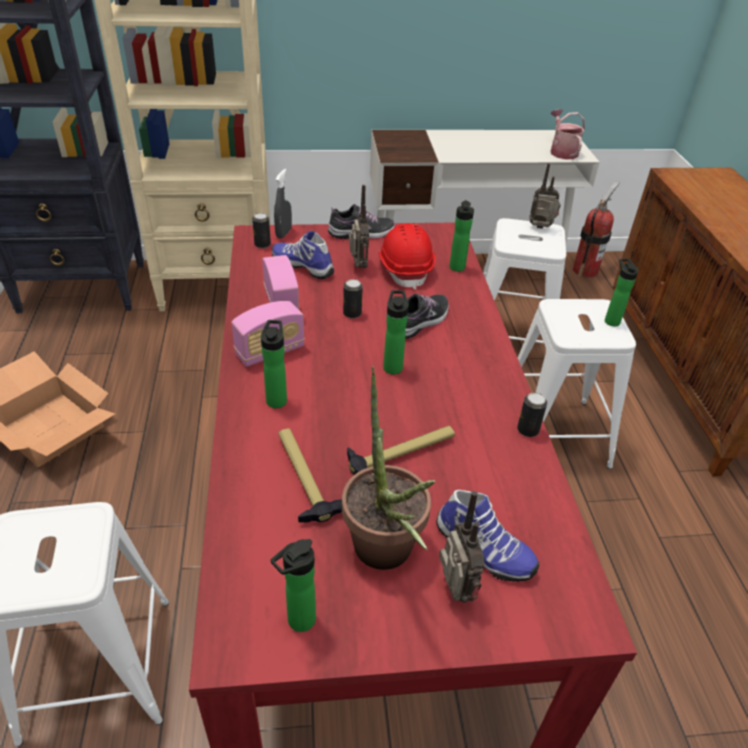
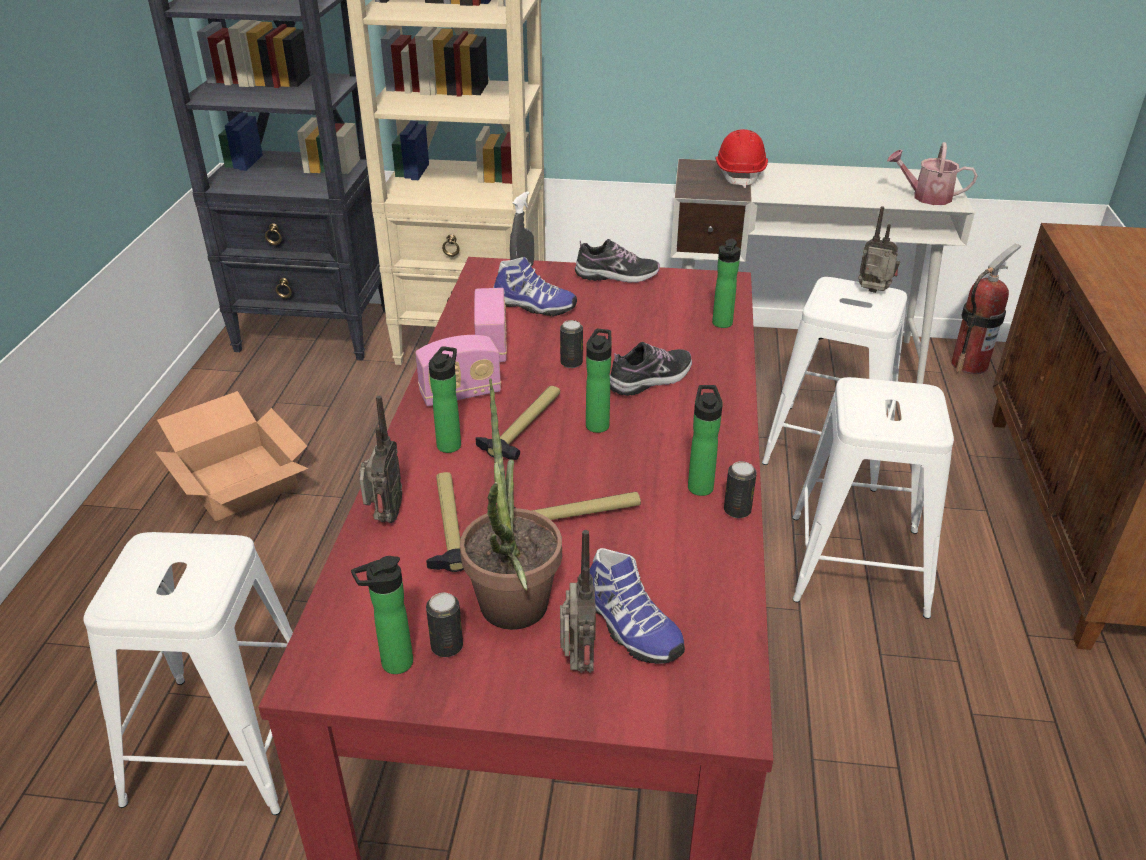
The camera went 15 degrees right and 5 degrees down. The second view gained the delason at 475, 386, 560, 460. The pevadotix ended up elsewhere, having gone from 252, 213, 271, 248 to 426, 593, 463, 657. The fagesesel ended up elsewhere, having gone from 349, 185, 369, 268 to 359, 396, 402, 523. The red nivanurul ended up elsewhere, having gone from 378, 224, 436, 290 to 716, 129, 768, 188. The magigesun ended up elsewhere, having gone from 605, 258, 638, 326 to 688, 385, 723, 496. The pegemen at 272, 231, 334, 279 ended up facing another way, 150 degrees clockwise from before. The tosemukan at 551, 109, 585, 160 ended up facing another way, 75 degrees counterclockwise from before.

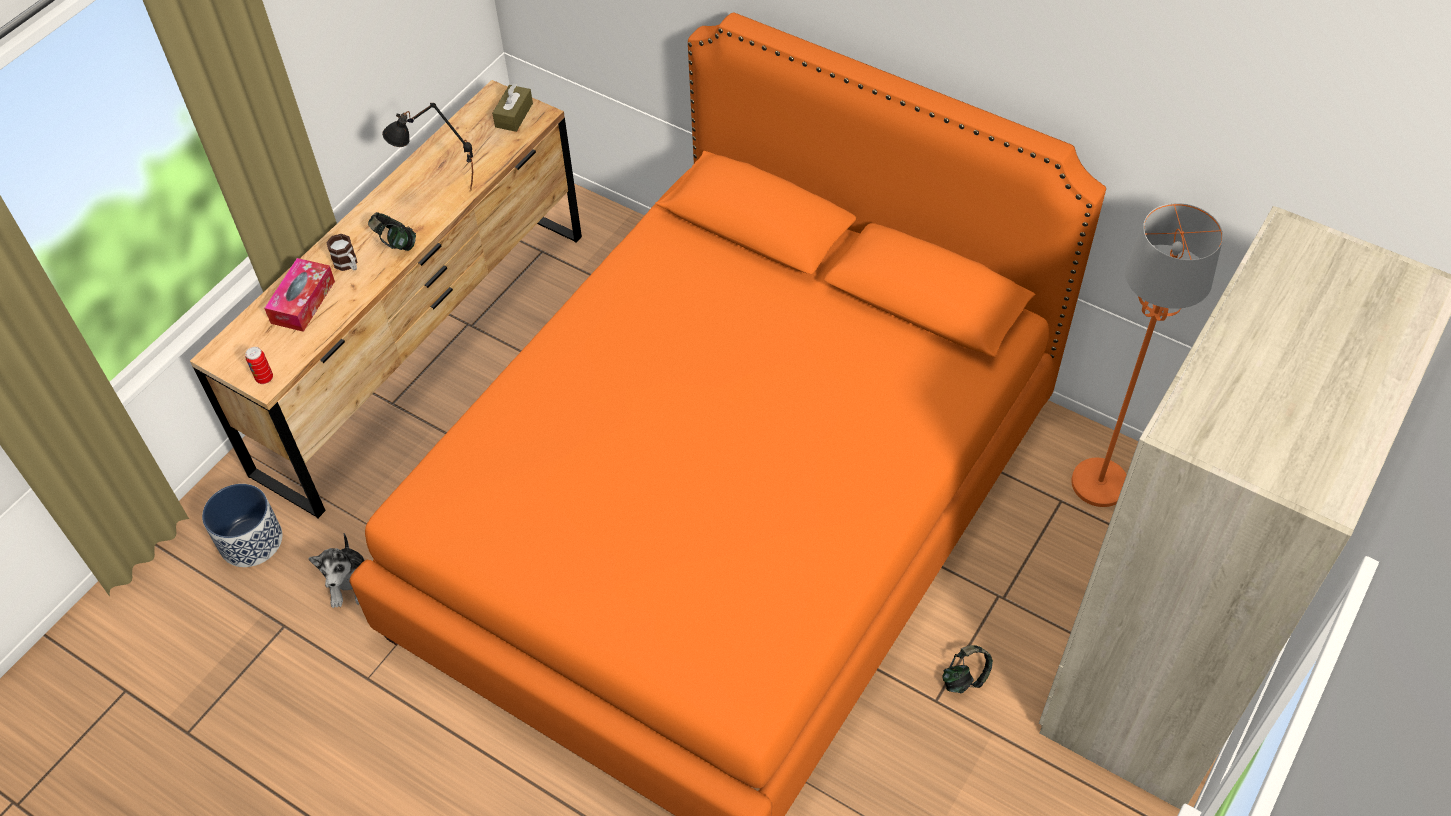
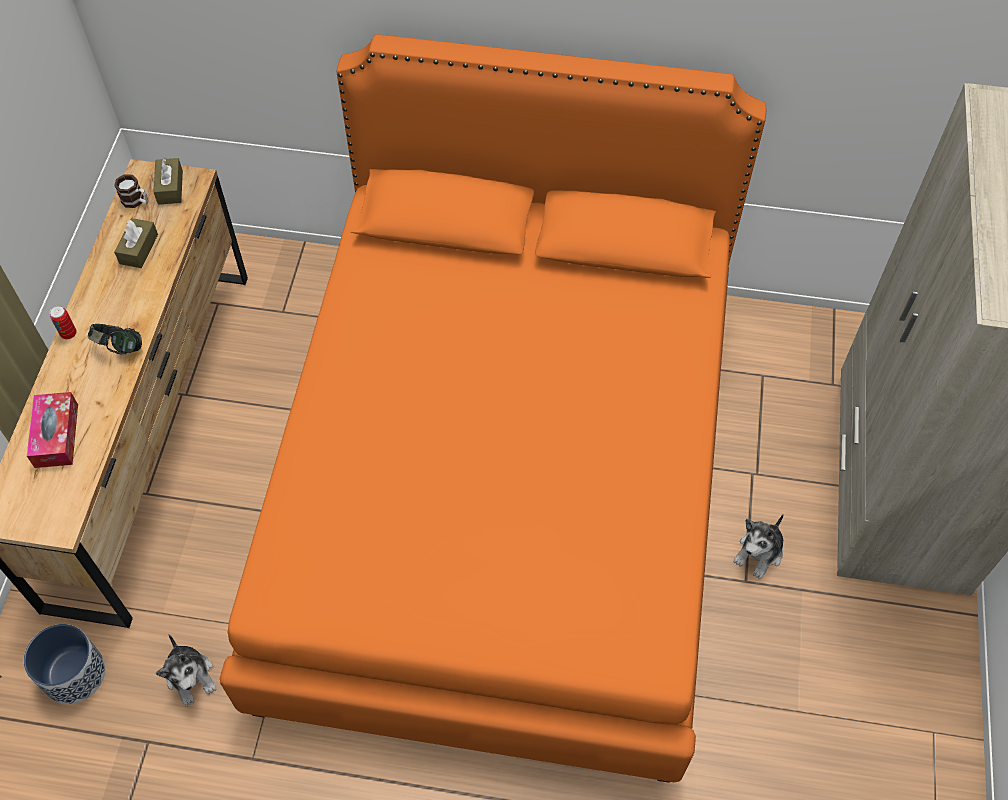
The camera went 25 degrees left and 5 degrees up. The second view lost the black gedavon at 382, 103, 473, 189. The second view lost the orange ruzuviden at 1071, 203, 1223, 507. The second view gained the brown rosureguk at 114, 218, 158, 268. The pevadotix ended up elsewhere, having gone from 246, 347, 273, 384 to 50, 306, 77, 339. The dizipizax ended up elsewhere, having gone from 326, 234, 357, 271 to 114, 174, 149, 208. Where the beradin stood at 942, 645, 993, 693, the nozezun came to stand at 733, 514, 784, 579.

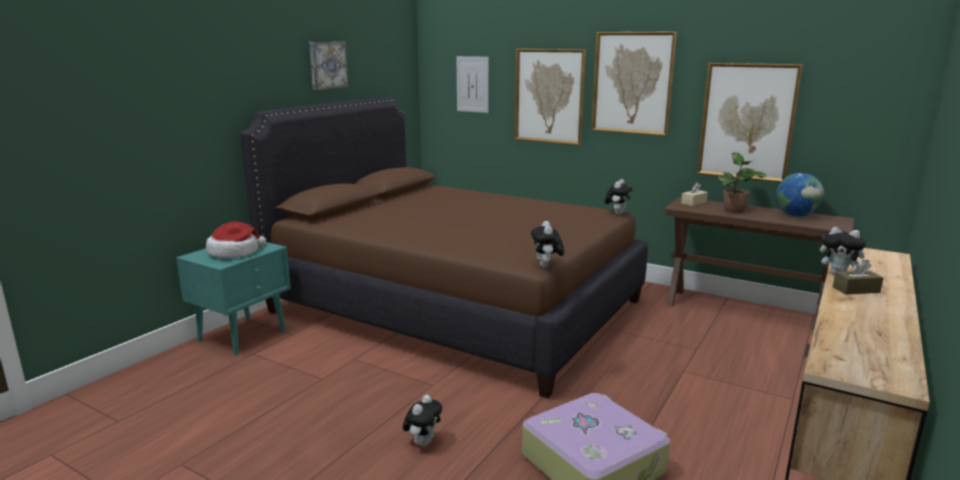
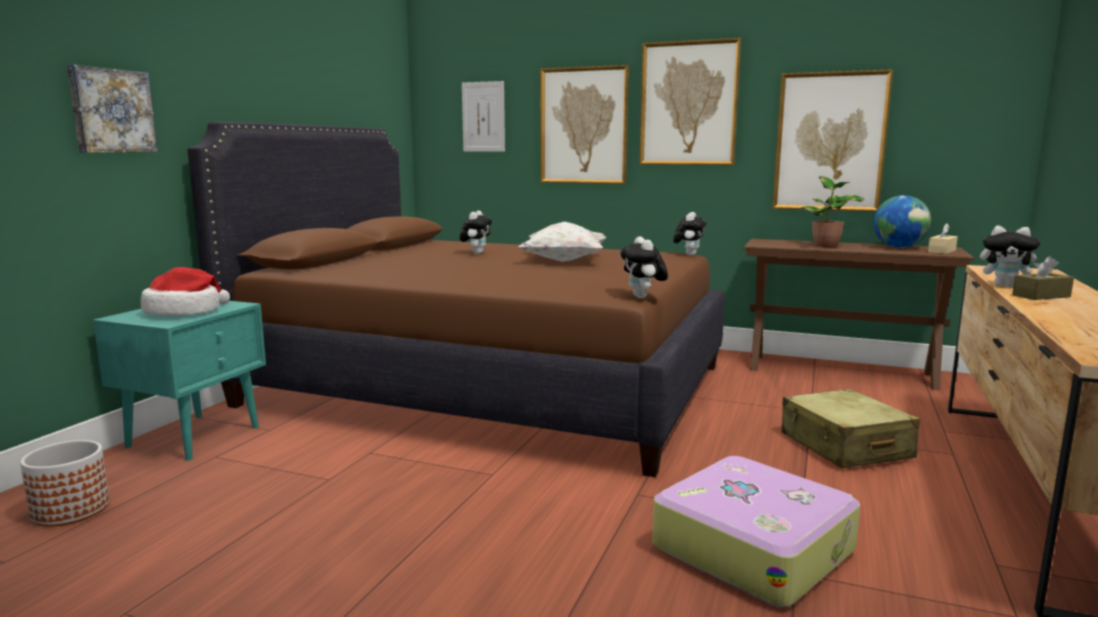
The camera went 10 degrees left and 5 degrees down. The second view gained the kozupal at 20, 440, 110, 527. The second view gained the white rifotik at 518, 222, 607, 262. The second view gained the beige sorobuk at 782, 389, 920, 468. The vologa ended up elsewhere, having gone from 309, 42, 348, 90 to 67, 65, 158, 153. The nozezun ended up elsewhere, having gone from 403, 395, 442, 447 to 460, 211, 492, 254. The beige rosureguk ended up elsewhere, having gone from 681, 183, 708, 206 to 928, 223, 958, 254.

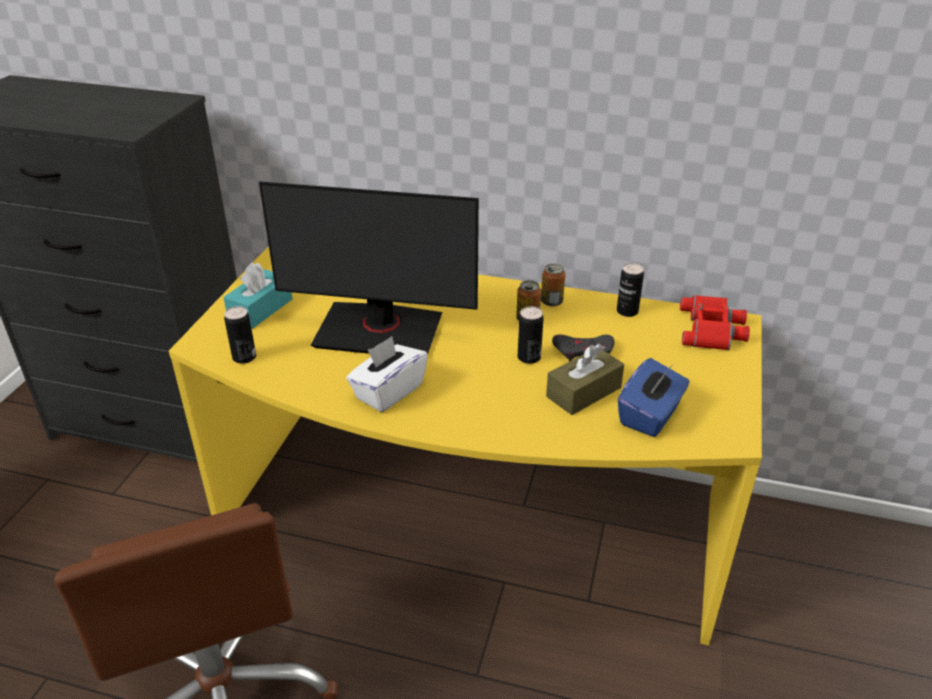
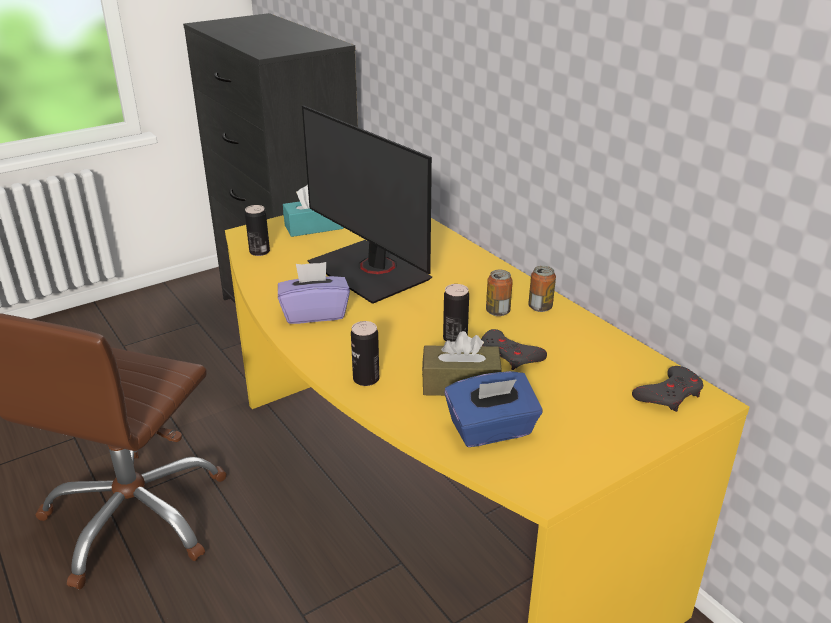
The camera went 40 degrees right and 5 degrees down. The pevadotix ended up elsewhere, having gone from 617, 263, 644, 317 to 351, 321, 379, 386. Where the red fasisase stood at 680, 295, 750, 350, the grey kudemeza came to stand at 632, 366, 703, 412. What was the white rosureguk at 346, 336, 428, 412 turned into the purple rosureguk at 278, 262, 350, 324.

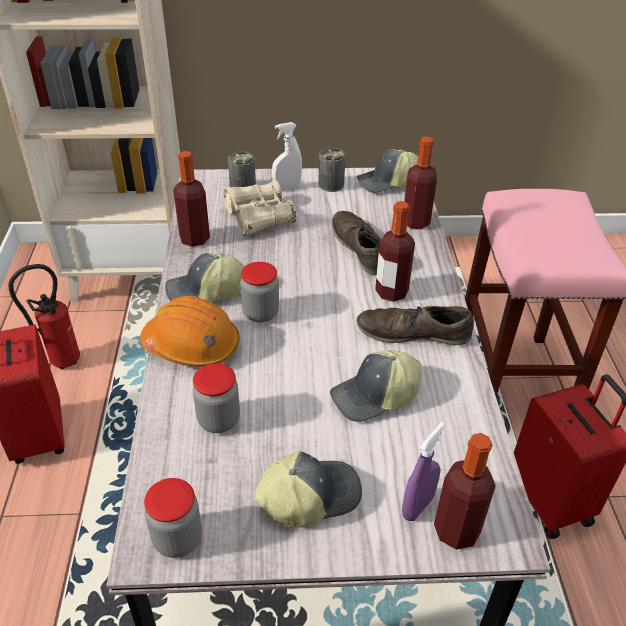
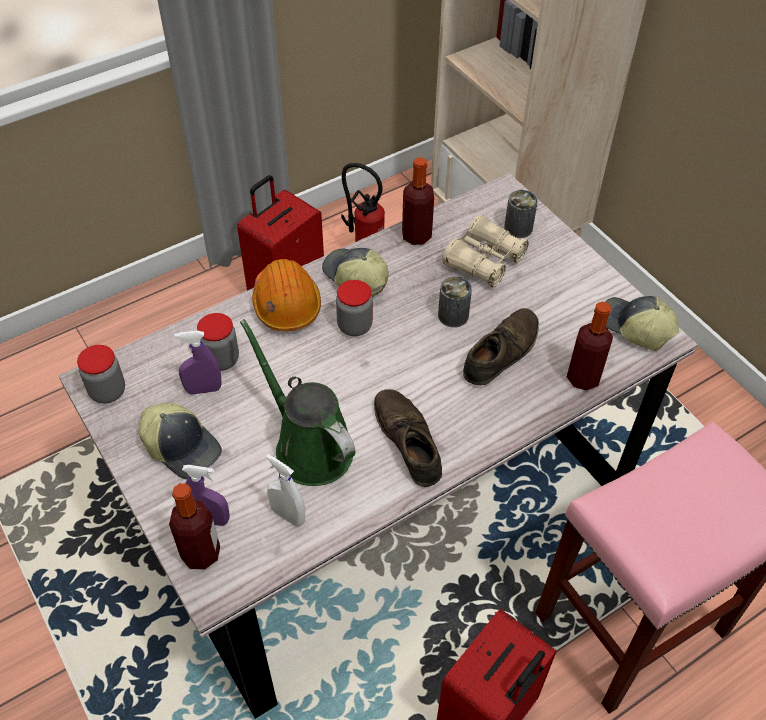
The camera went 60 degrees right and 10 degrees up. The second view lost the magigesun at 375, 201, 415, 302. The second view gained the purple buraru at 174, 331, 221, 395. The white buraru ended up elsewhere, having gone from 272, 122, 302, 191 to 266, 454, 305, 527. The pevadotix ended up elsewhere, having gone from 318, 148, 346, 192 to 438, 276, 472, 327. Where the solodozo stood at 330, 350, 422, 422, the green tosemukan came to stand at 240, 319, 355, 486.

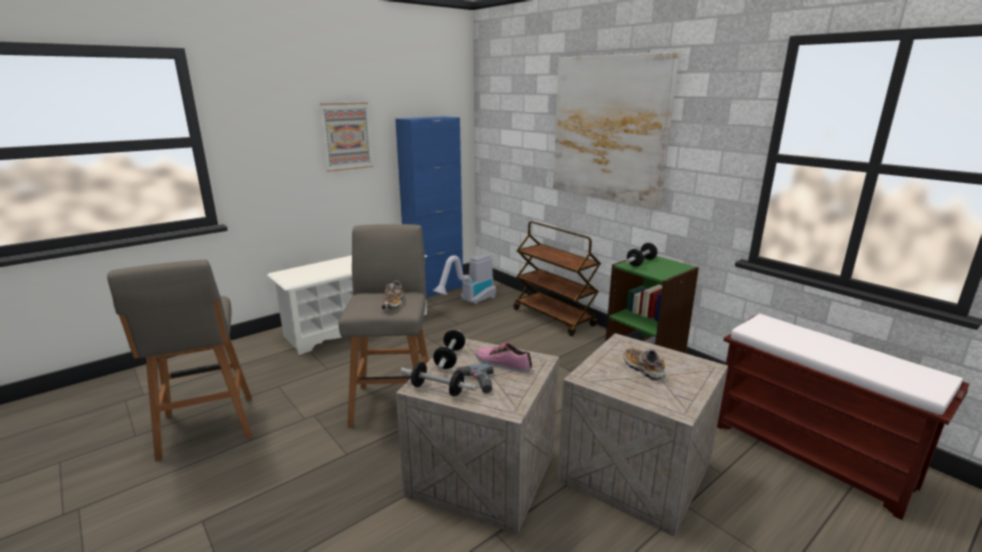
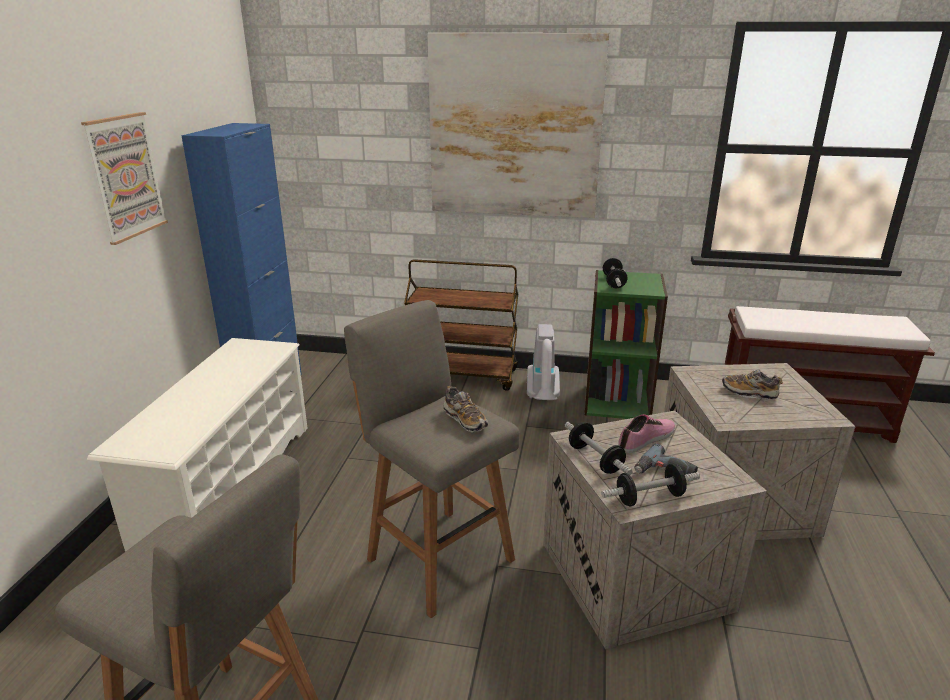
The camera went 40 degrees left and 5 degrees up. The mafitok ended up elsewhere, having gone from 433, 254, 496, 304 to 527, 324, 560, 400. The pegemen at 476, 343, 532, 372 ended up facing another way, 150 degrees clockwise from before.

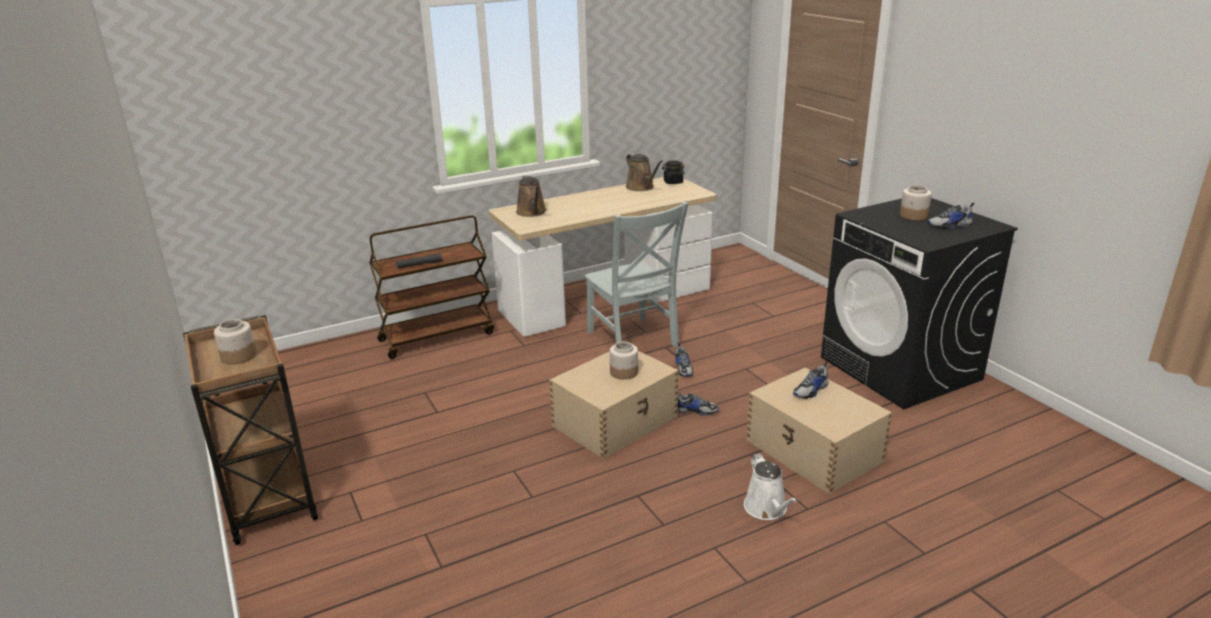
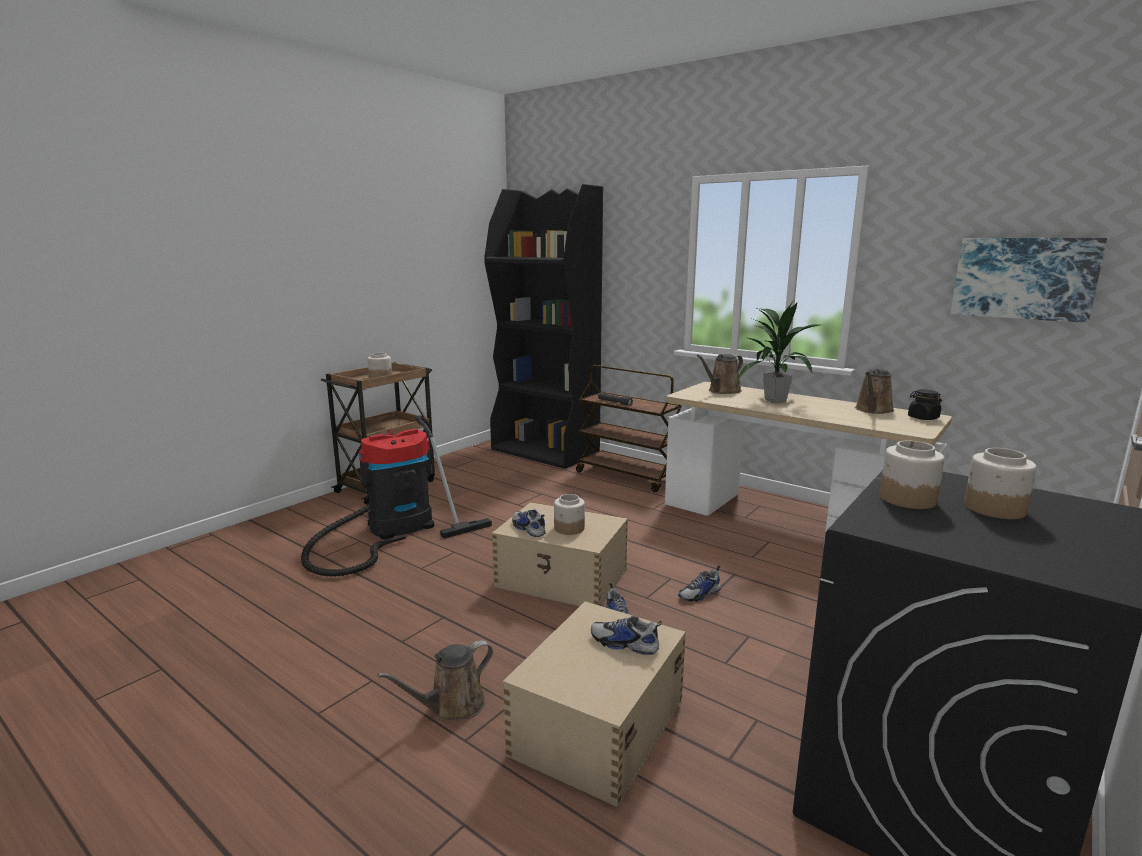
The camera went 65 degrees right and 10 degrees down. The second view lost the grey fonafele at 584, 202, 689, 347. The second view gained the mafitok at 301, 415, 492, 577. The second view gained the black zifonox at 484, 184, 603, 469. The second view gained the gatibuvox at 736, 303, 822, 403. The second view gained the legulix at 880, 441, 945, 509. The second view gained the vologa at 950, 238, 1107, 323. The pegemen ended up elsewhere, having gone from 928, 203, 975, 229 to 512, 509, 545, 537. What was the white tosemukan at 744, 453, 798, 520 turned into the brown tosemukan at 377, 640, 493, 721.

